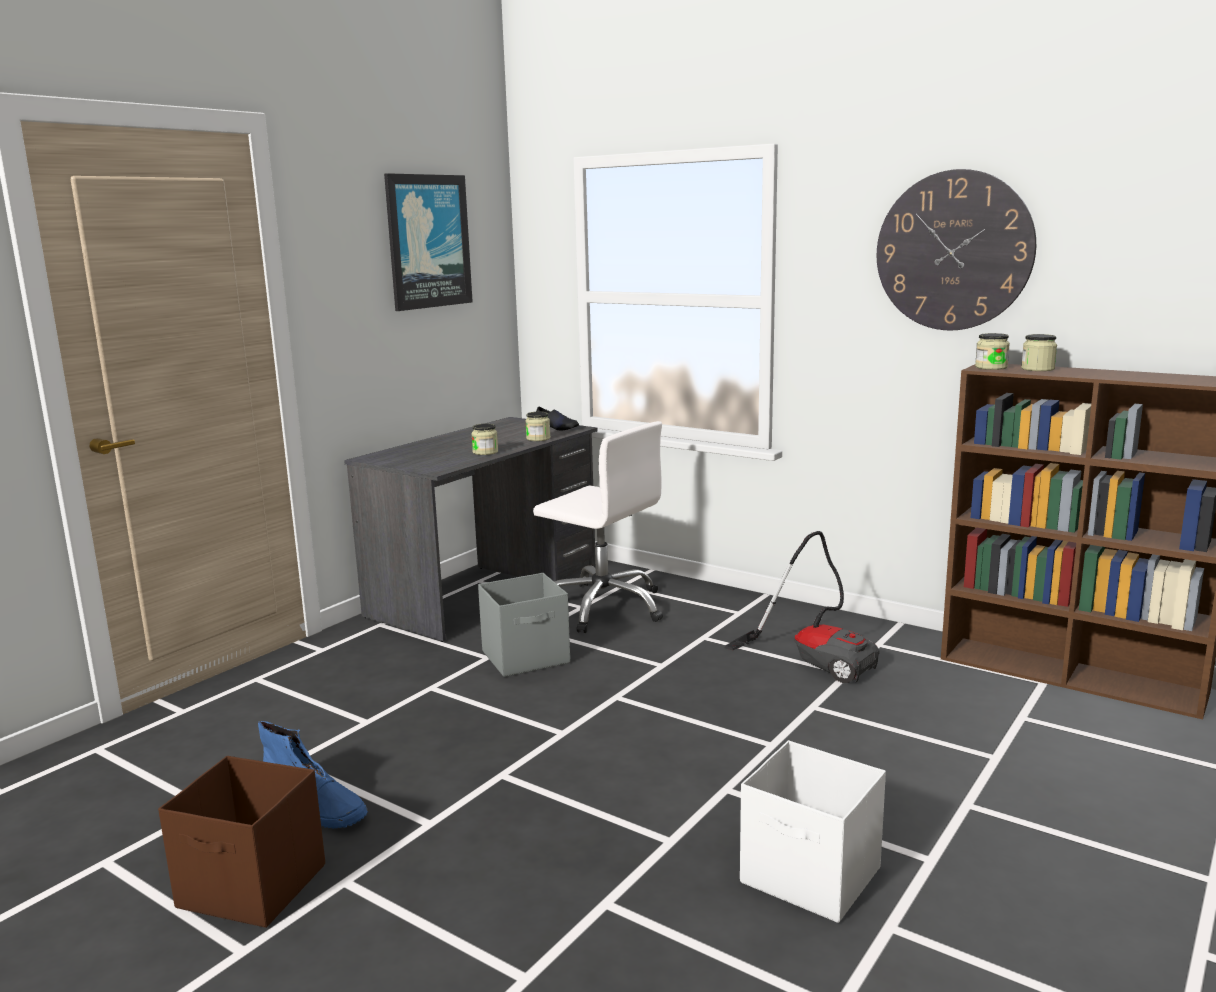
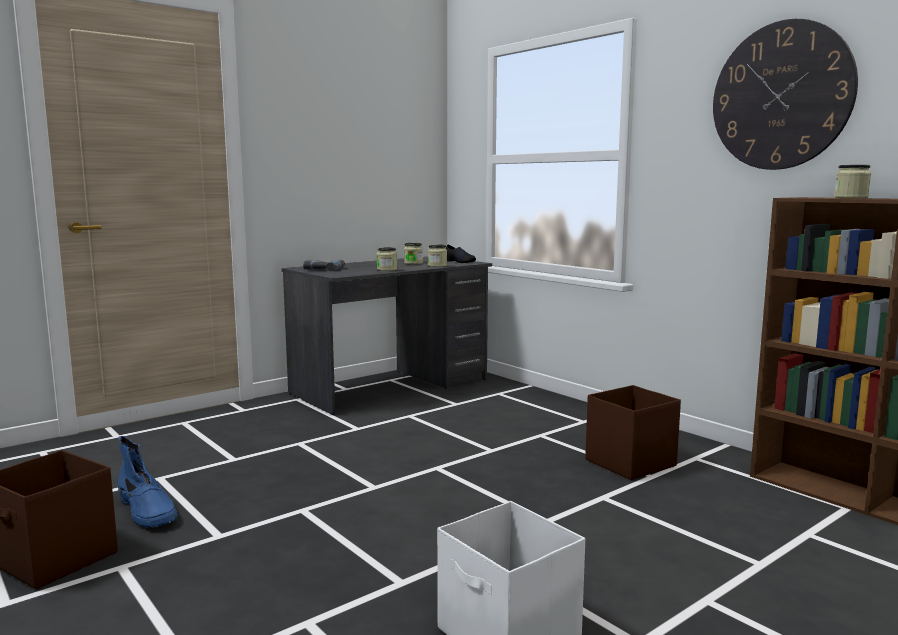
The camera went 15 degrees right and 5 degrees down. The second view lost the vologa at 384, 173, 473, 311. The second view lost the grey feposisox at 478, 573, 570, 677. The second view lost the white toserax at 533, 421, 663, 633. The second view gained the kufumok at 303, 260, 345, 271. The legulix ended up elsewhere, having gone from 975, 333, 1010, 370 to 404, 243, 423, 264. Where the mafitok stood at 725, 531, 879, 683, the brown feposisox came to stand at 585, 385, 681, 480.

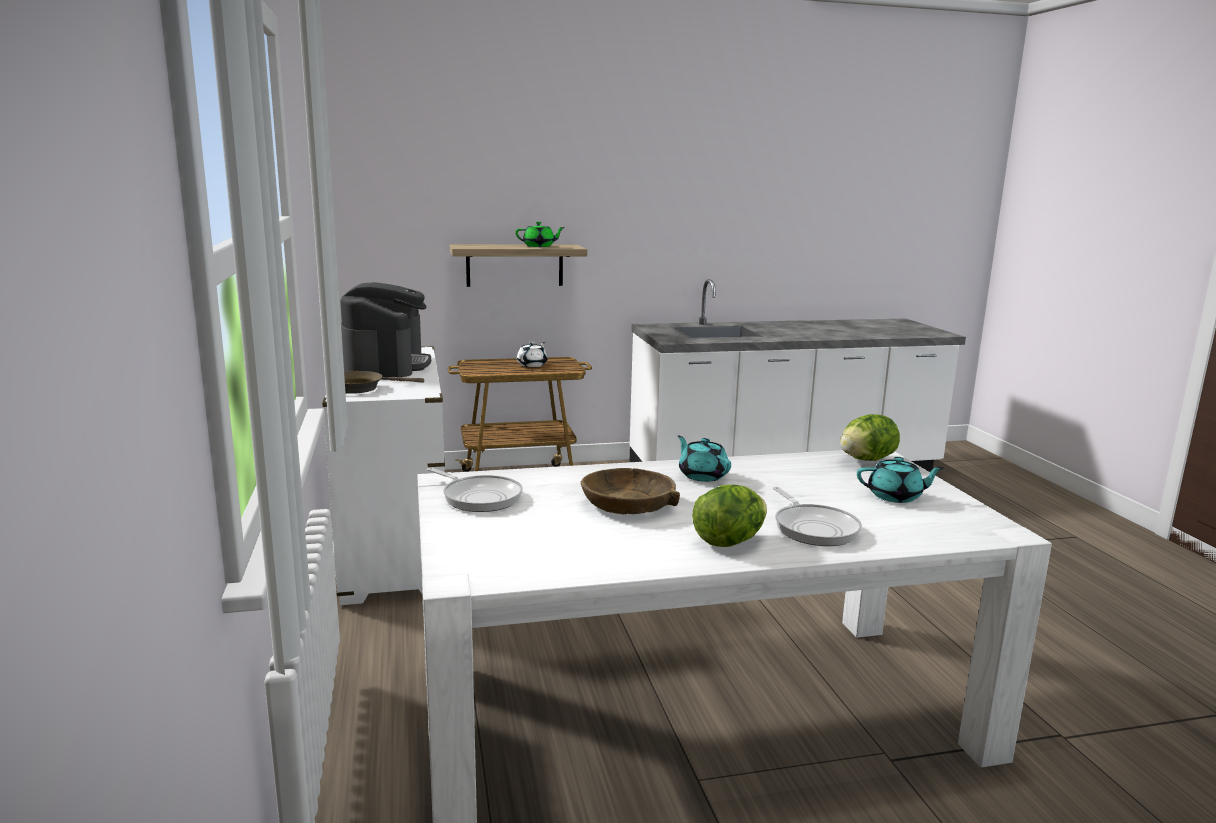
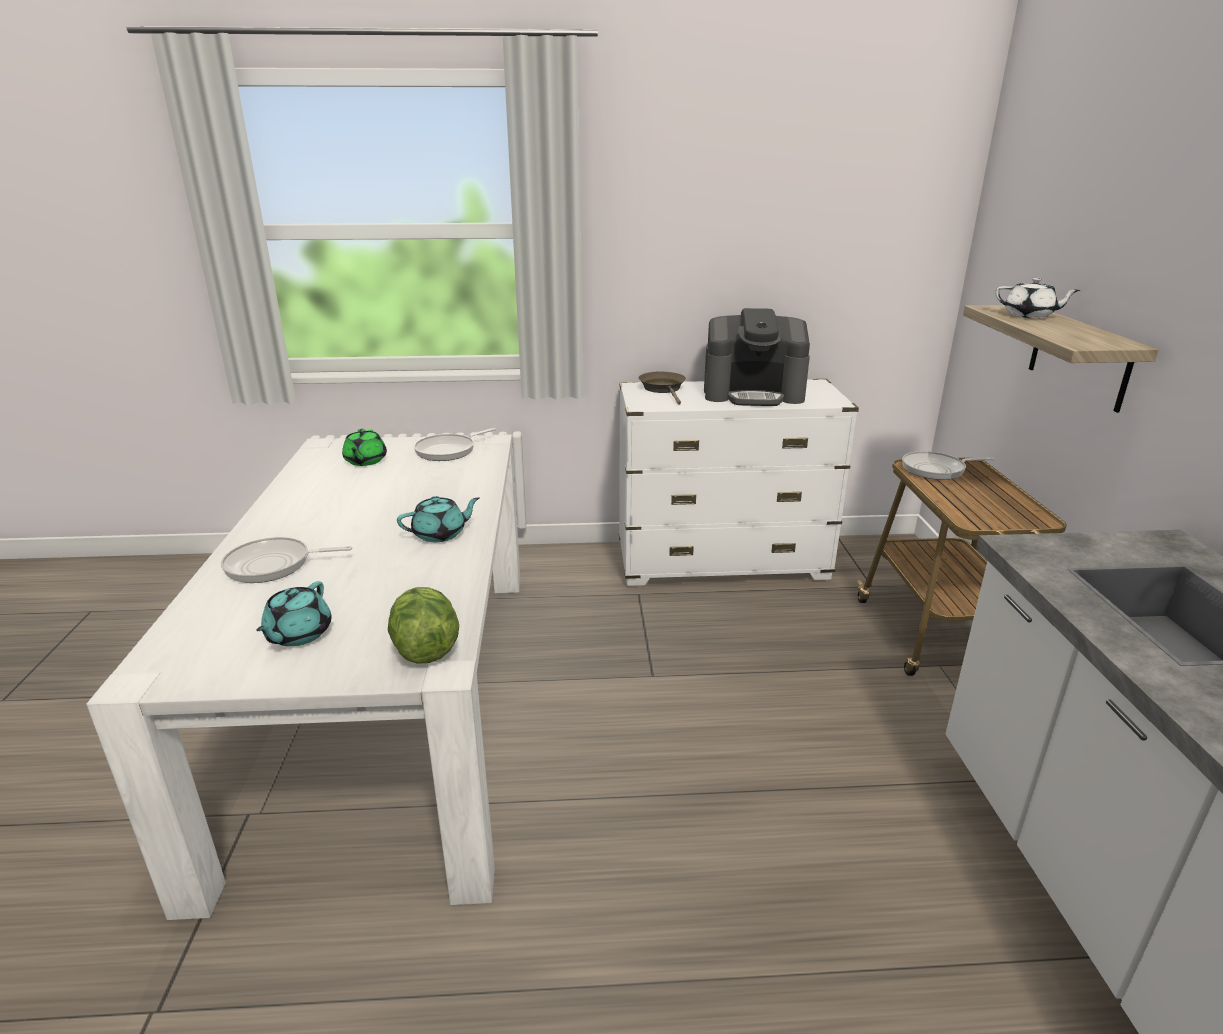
The camera went 100 degrees right and 10 degrees up. The second view lost the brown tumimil at 581, 468, 680, 514. The second view lost the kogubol at 692, 485, 767, 547. The second view gained the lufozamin at 902, 451, 994, 480. The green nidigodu ended up elsewhere, having gone from 515, 222, 565, 247 to 342, 429, 387, 466. The white nidigodu ended up elsewhere, having gone from 517, 341, 548, 367 to 995, 278, 1080, 318.

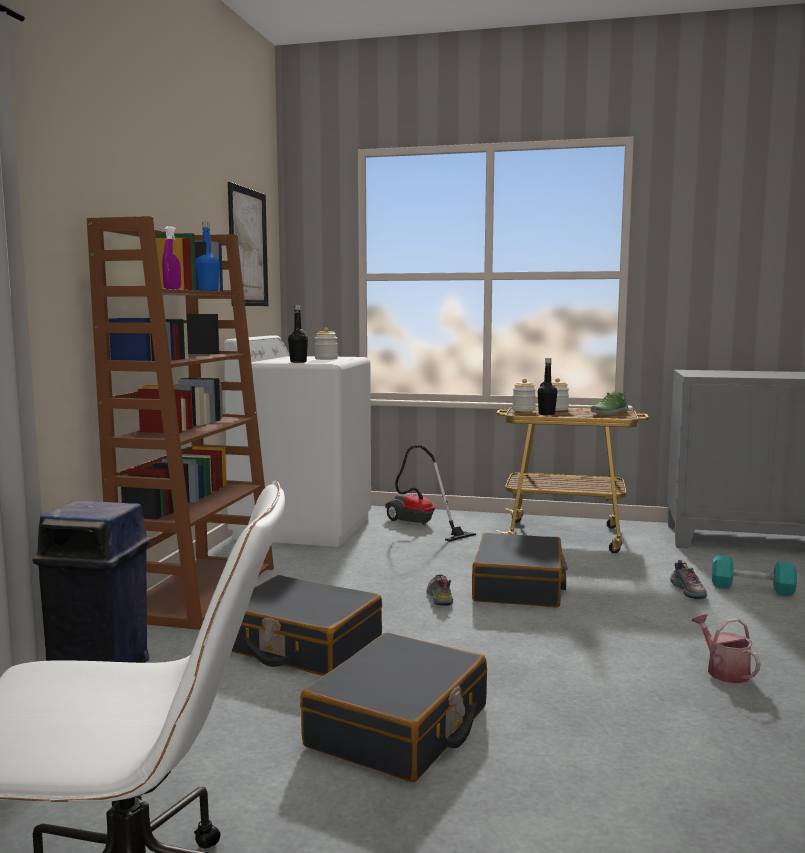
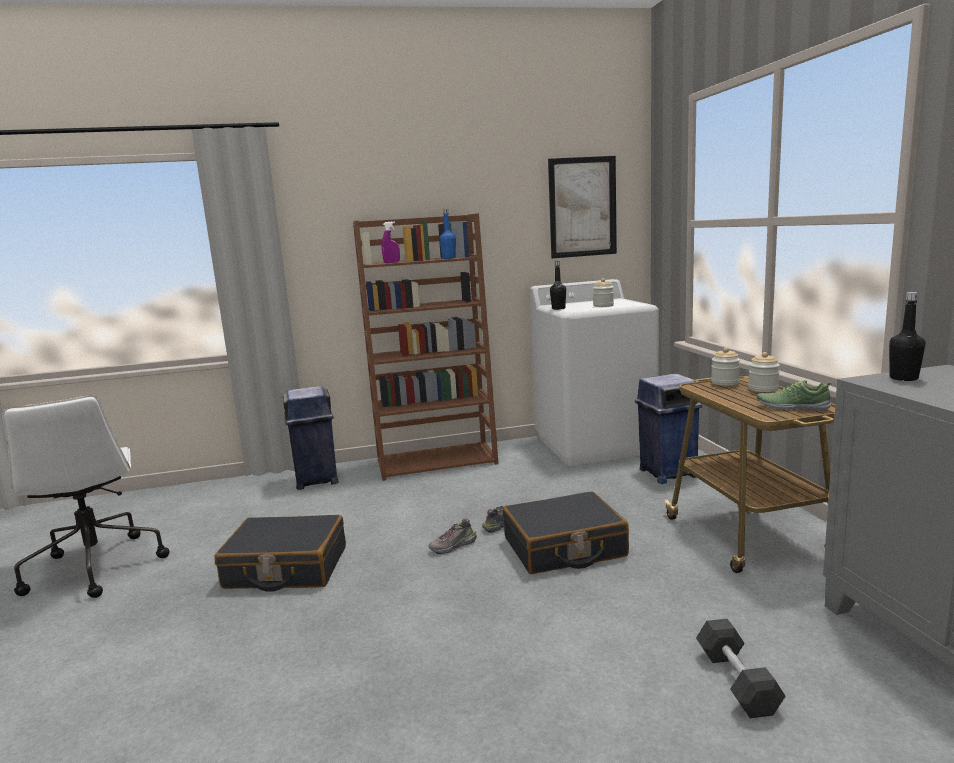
The camera went 65 degrees right and 5 degrees up. The second view lost the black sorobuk at 231, 575, 382, 676. The second view lost the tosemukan at 692, 614, 761, 683. The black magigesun ended up elsewhere, having gone from 538, 358, 557, 415 to 889, 292, 926, 381. The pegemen ended up elsewhere, having gone from 670, 560, 707, 599 to 428, 519, 477, 554. Where the mafitok stood at 385, 445, 476, 542, the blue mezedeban came to stand at 635, 373, 702, 484. What was the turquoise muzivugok at 712, 555, 797, 596 turned into the black muzivugok at 696, 619, 786, 718.

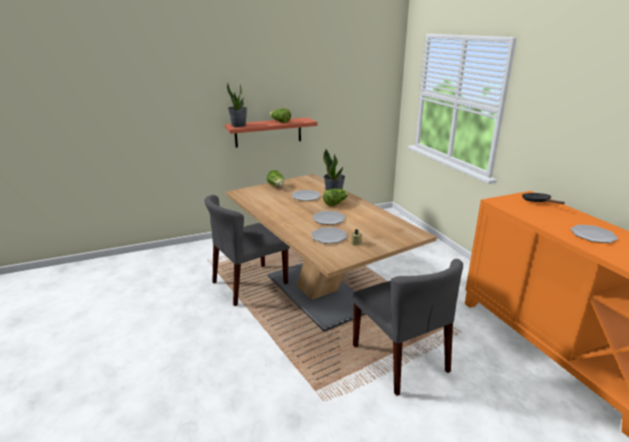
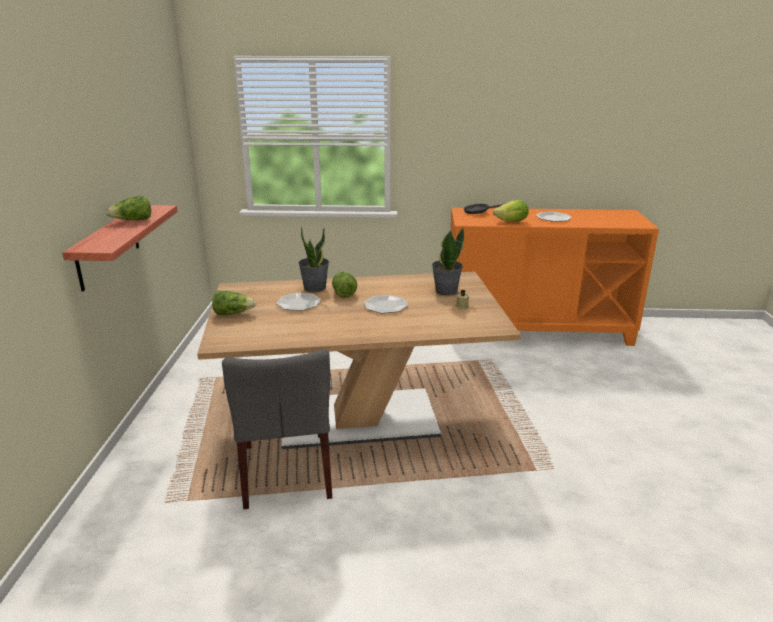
The camera went 65 degrees left and 0 degrees up. The second view lost the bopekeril at 312, 227, 347, 243. The second view lost the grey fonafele at 353, 259, 463, 396. The second view gained the kogubol at 493, 200, 529, 222. The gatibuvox ended up elsewhere, having gone from 227, 82, 247, 127 to 432, 227, 464, 295.

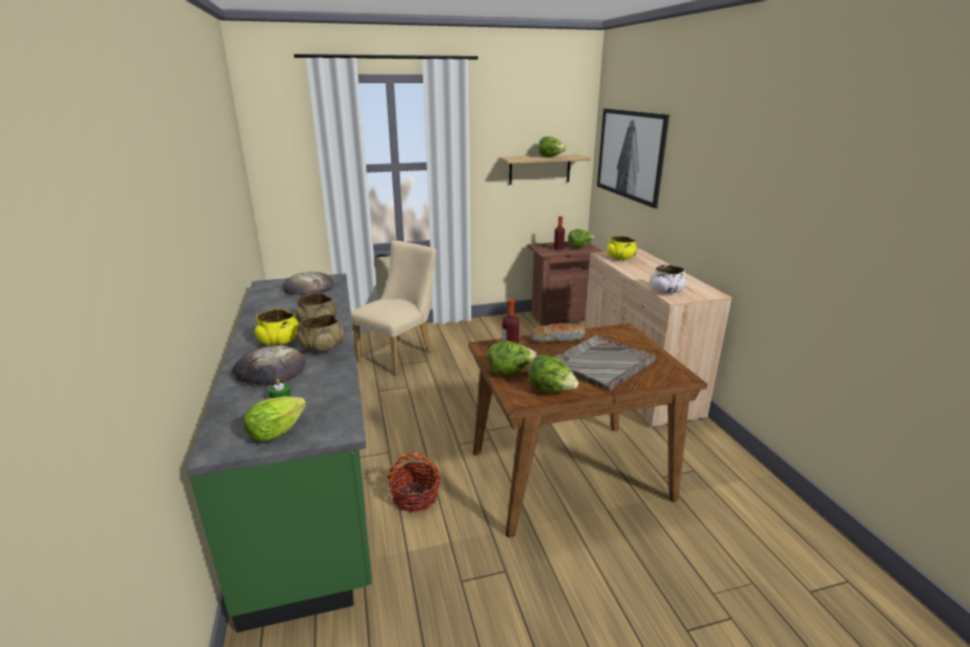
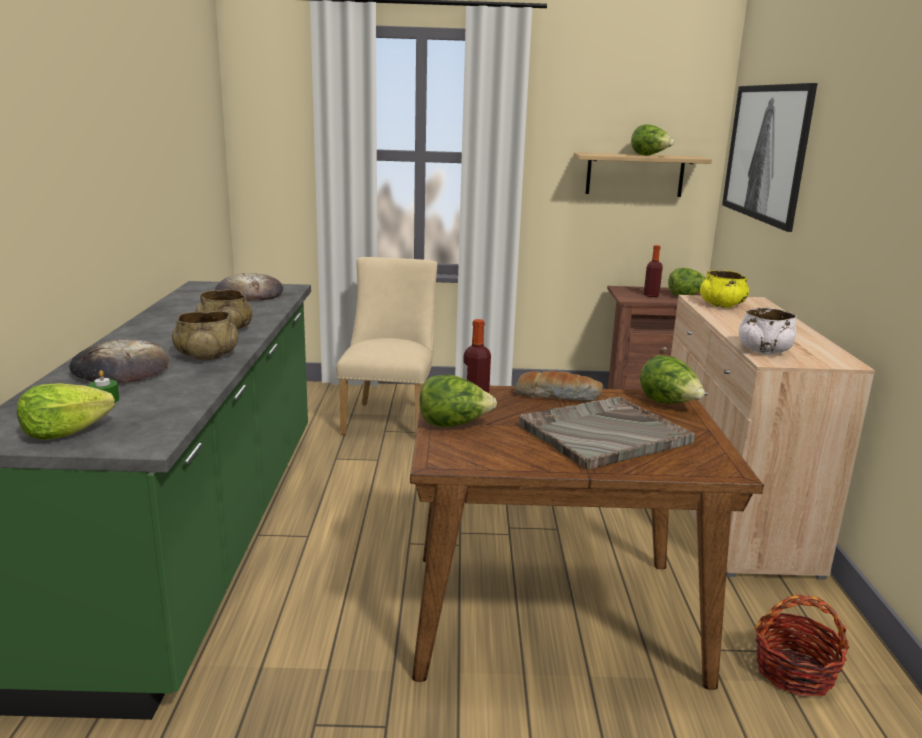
The camera went 15 degrees right and 5 degrees down. The second view lost the yellow tumimil at 255, 309, 299, 345. The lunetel ended up elsewhere, having gone from 387, 453, 441, 513 to 755, 595, 849, 697. The kogubol ended up elsewhere, having gone from 528, 354, 579, 392 to 640, 355, 705, 404. The beige fonafele at 351, 241, 436, 375 ended up facing another way, 45 degrees counterclockwise from before.

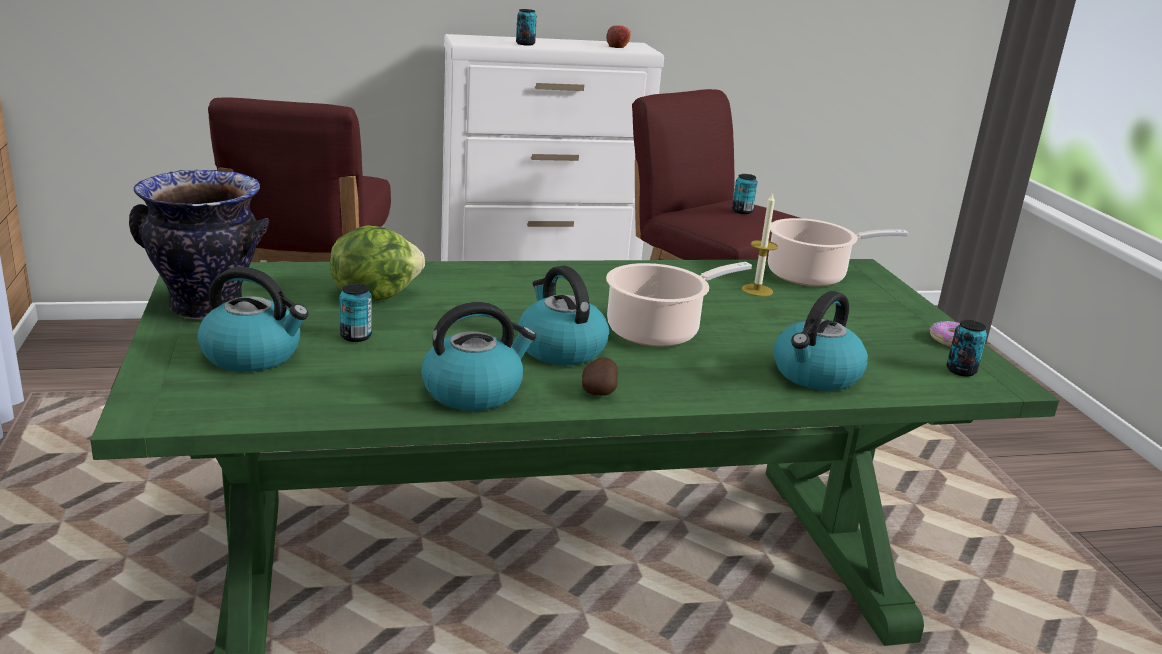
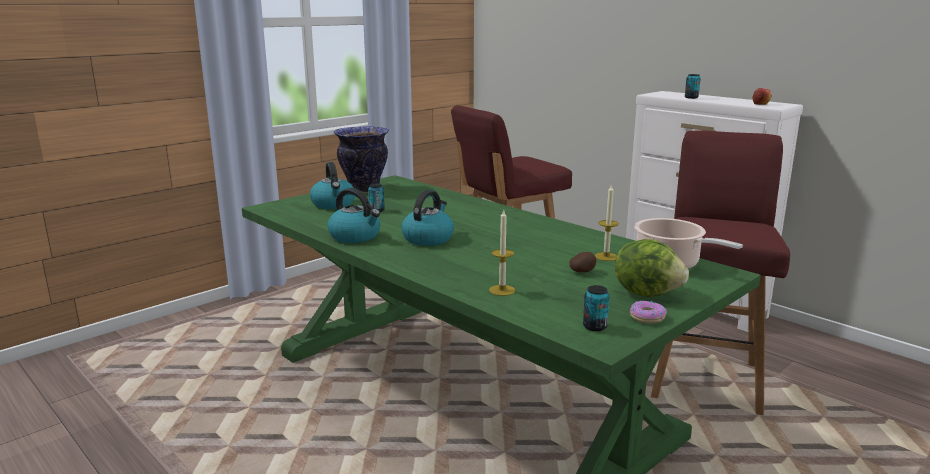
The camera went 60 degrees right and 5 degrees down. The second view lost the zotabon at 606, 262, 752, 347. The second view lost the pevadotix at 732, 174, 758, 214. The kogubol ended up elsewhere, having gone from 330, 225, 425, 301 to 615, 239, 689, 297. The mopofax ended up elsewhere, having gone from 582, 357, 618, 396 to 569, 252, 596, 272. Where the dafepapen stood at 773, 291, 868, 391, the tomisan came to stand at 489, 210, 515, 296.

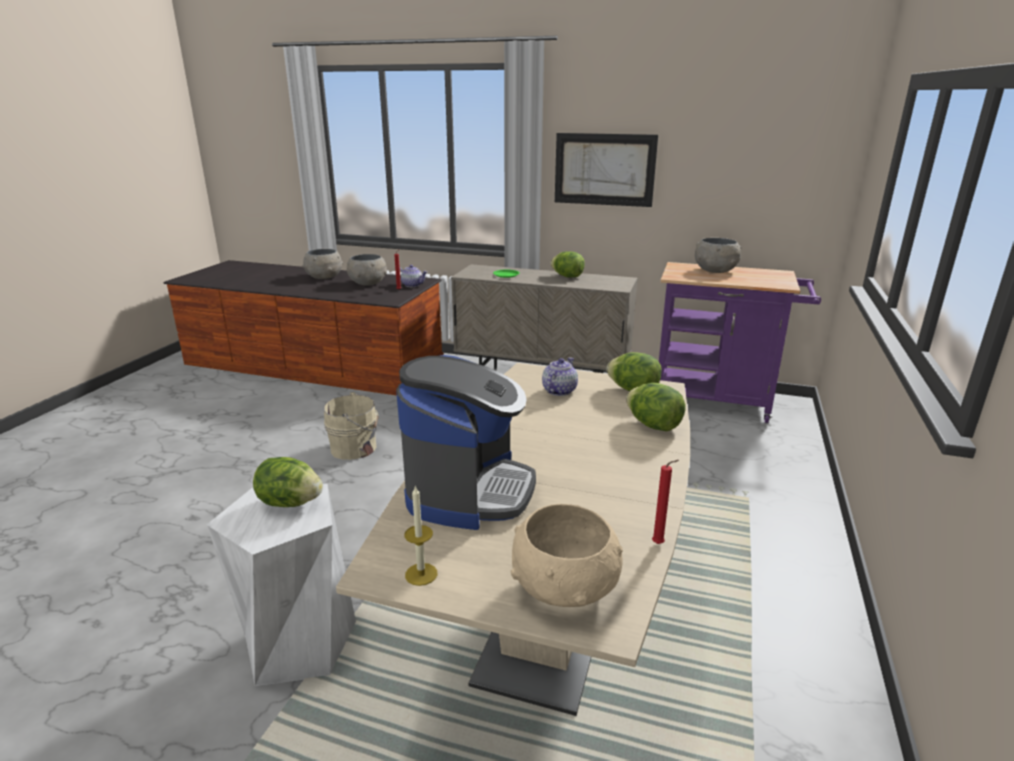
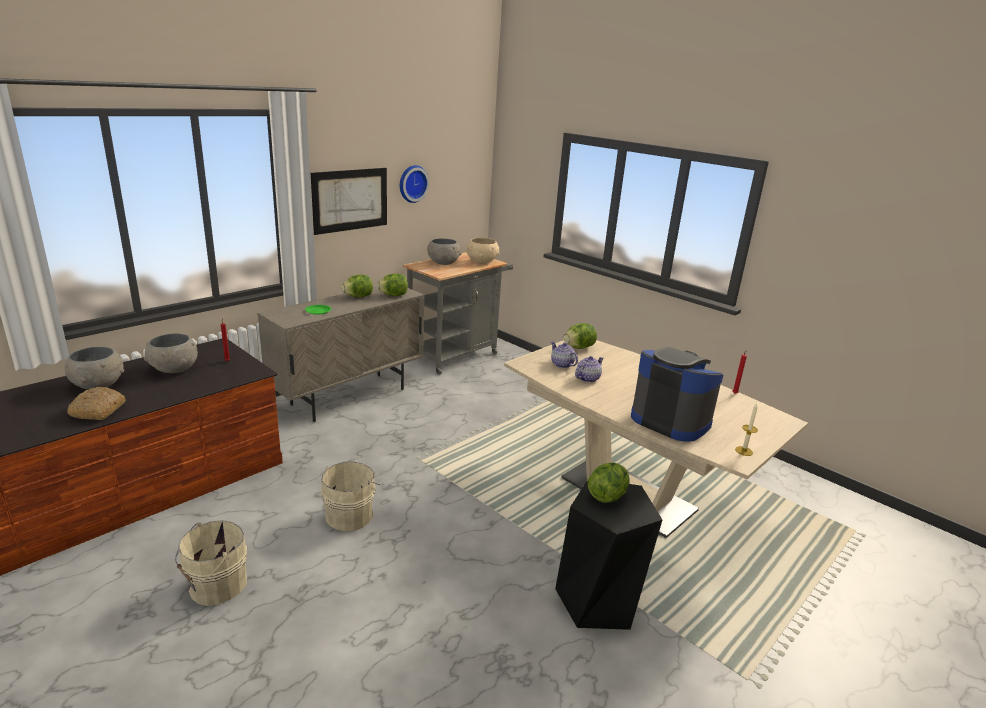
The camera went 65 degrees left and 0 degrees up. The second view gained the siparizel at 67, 387, 126, 420. The second view gained the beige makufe at 175, 520, 247, 606. The second view gained the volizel at 400, 165, 429, 203. The nidigodu ended up elsewhere, having gone from 400, 265, 427, 287 to 575, 356, 604, 383. The beige tumimil ended up elsewhere, having gone from 511, 504, 623, 607 to 466, 238, 500, 264. The kogubol ended up elsewhere, having gone from 626, 383, 686, 431 to 377, 274, 408, 296. What was the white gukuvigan at 207, 484, 356, 686 turned into the black gukuvigan at 555, 480, 662, 630. What was the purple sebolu at 659, 262, 821, 423 turned into the grey sebolu at 403, 252, 513, 375.

